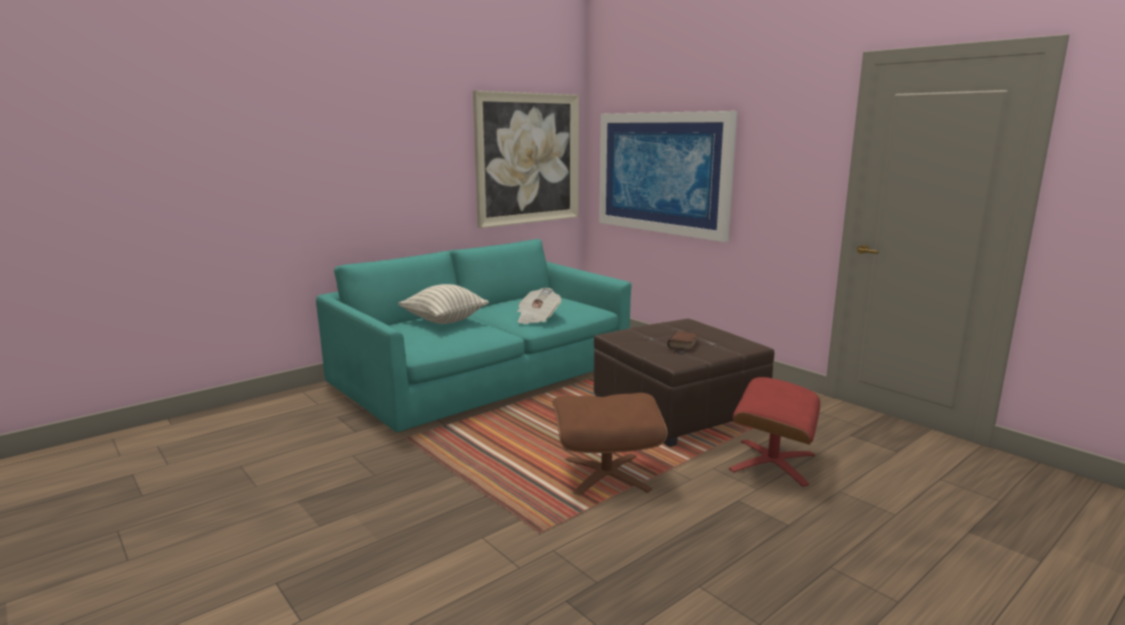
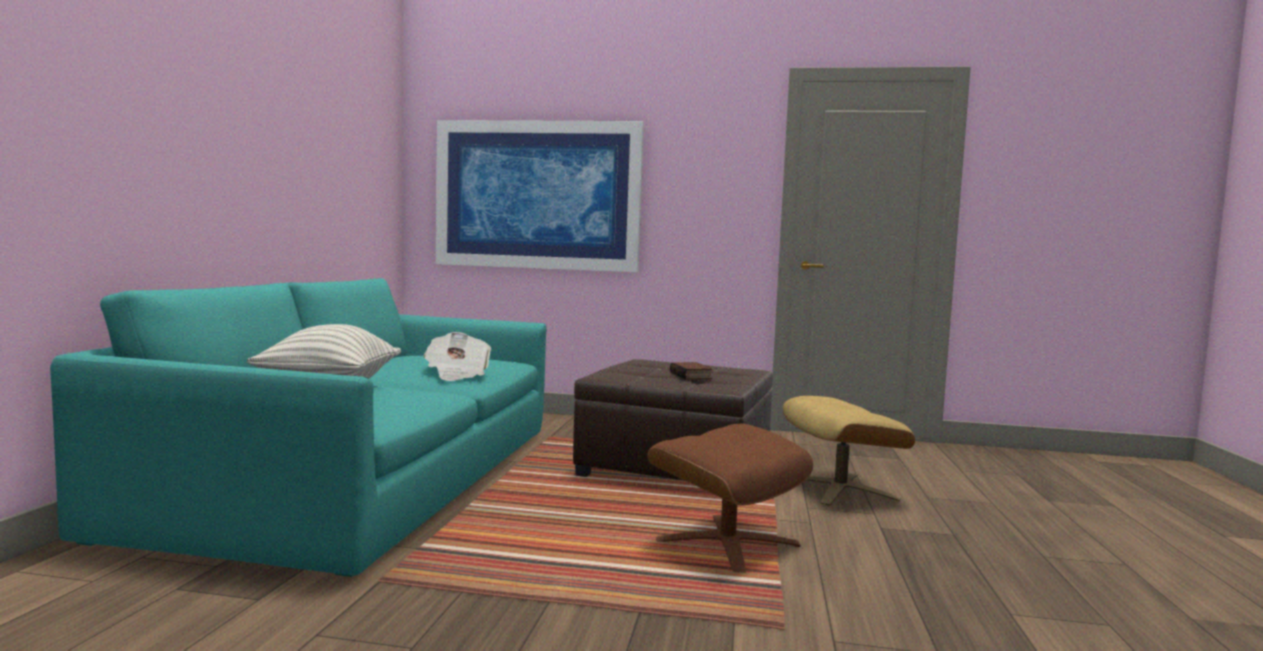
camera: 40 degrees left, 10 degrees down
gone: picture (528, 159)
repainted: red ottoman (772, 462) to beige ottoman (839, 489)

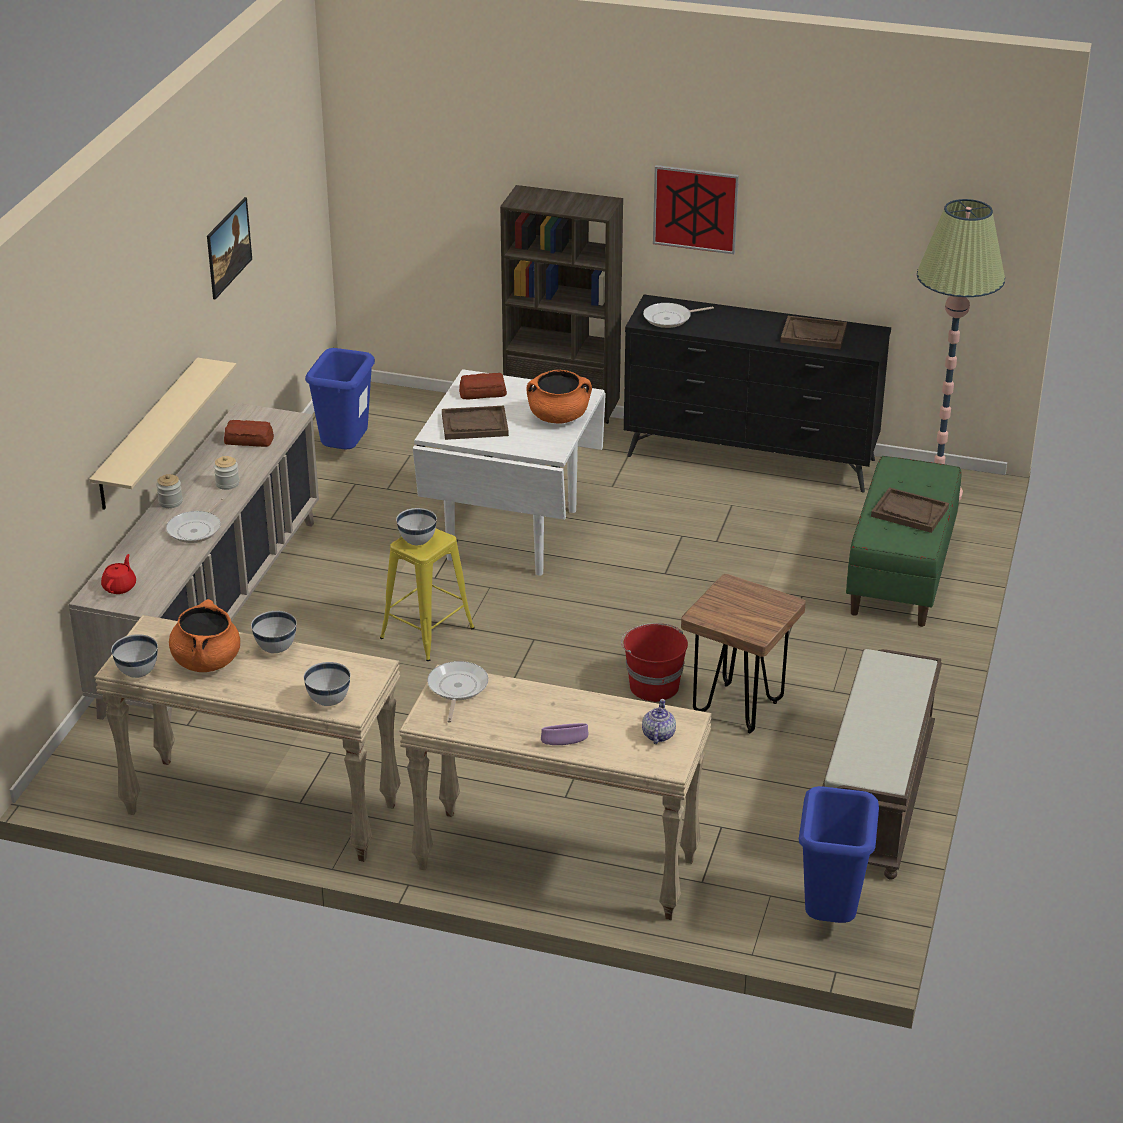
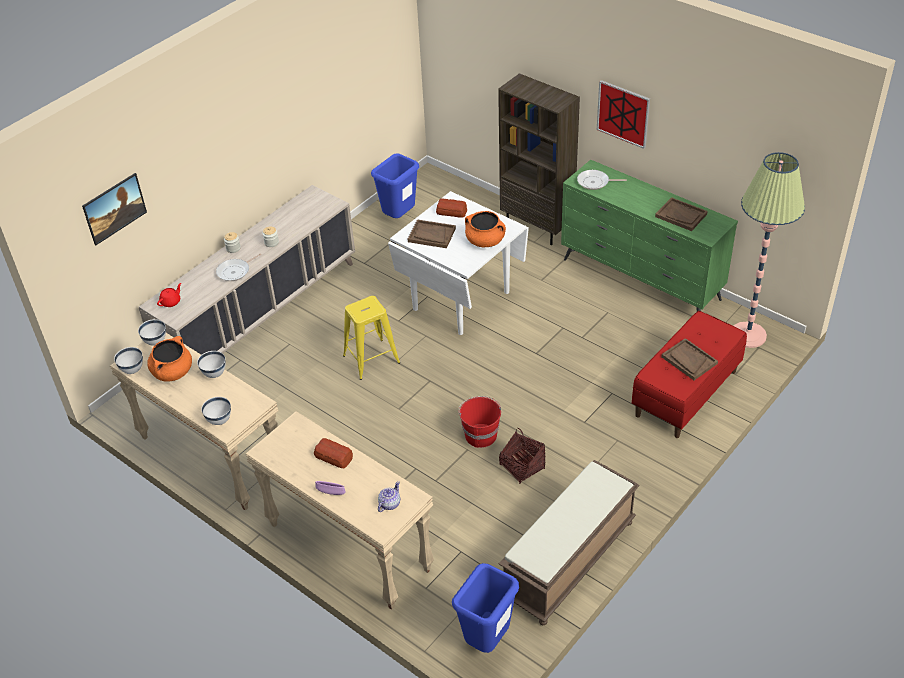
camera: 25 degrees right, 10 degrees up
gone: beige shelf (148, 434); frying pan (457, 688)
shifted: picture (230, 263) to (117, 218); white bowl (417, 542) to (155, 342); bread (249, 440) to (334, 457)
swapped: brown stool (738, 708) to basket (522, 467)
repainted: black dresser (751, 458) to green dresser (641, 280); green bench (901, 574) to red bench (686, 393)

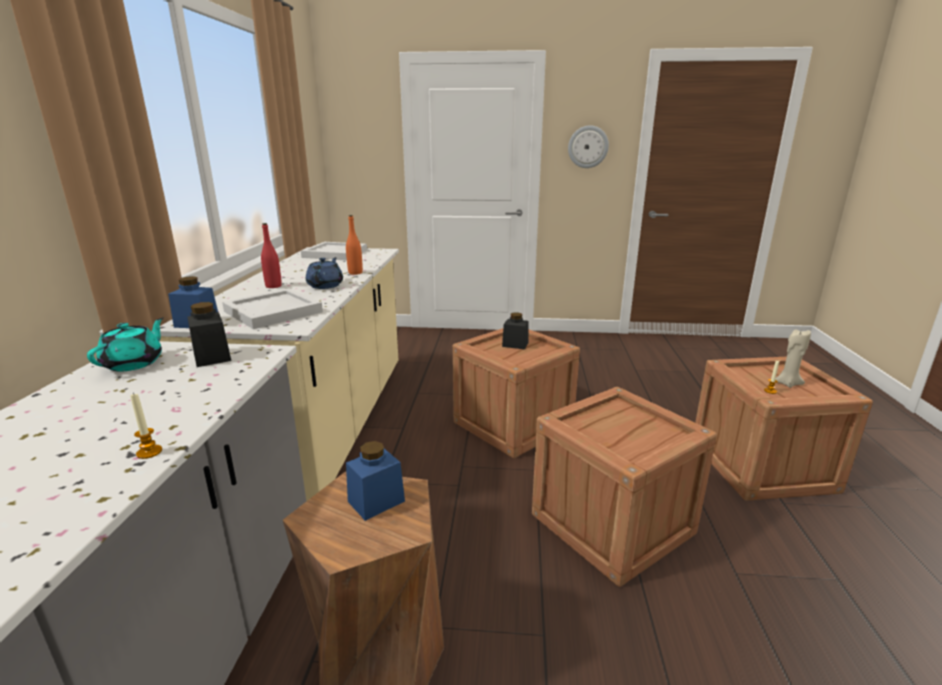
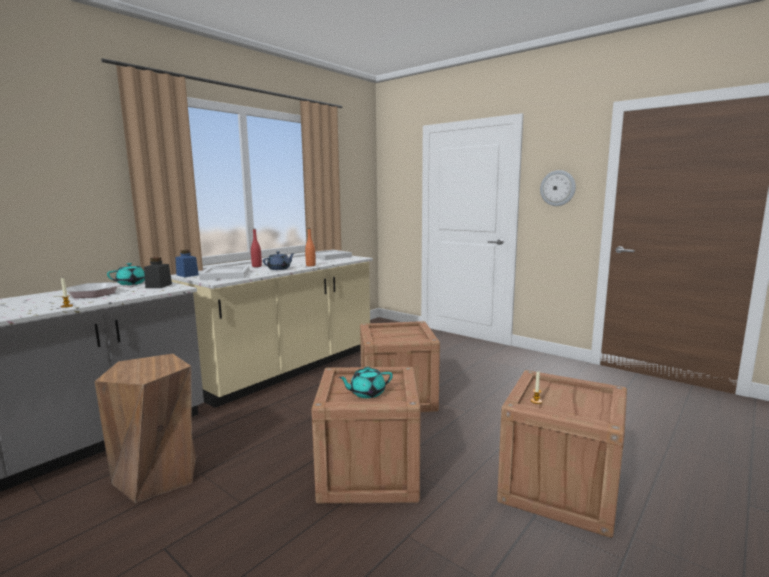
camera: 35 degrees right, 10 degrees down
gone: blue jar (376, 501); black jar (515, 344); beige candle (787, 383)
new: frying pan (96, 294); turquoise teapot (366, 393)

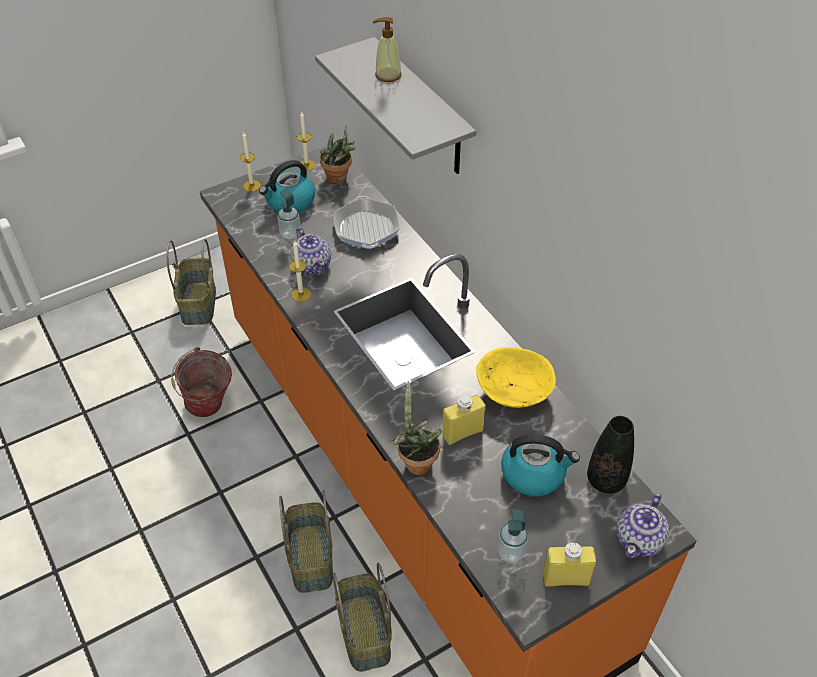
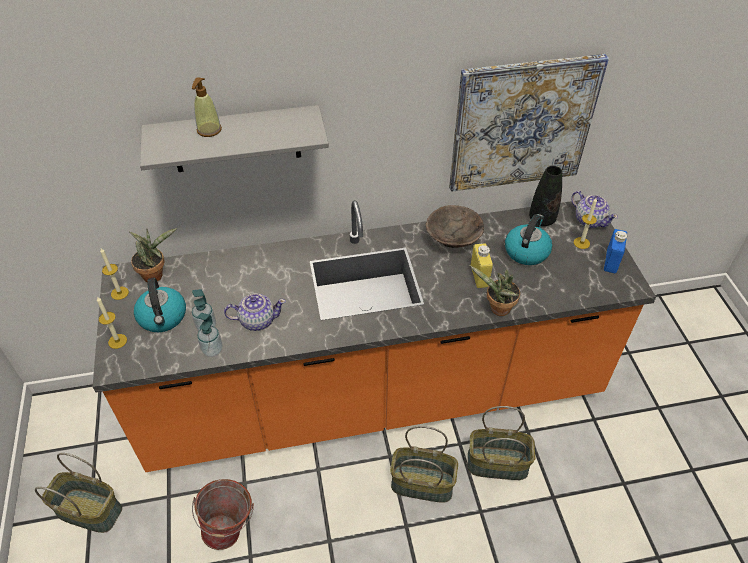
camera: 70 degrees left, 0 degrees up
gone: frying pan (366, 228)
new: picture (522, 124)
shifted: soap dispenser (510, 552) to (212, 350); candle (301, 294) to (581, 243)
repainted: yellow bowl (513, 393) to brown bowl (453, 240); yellow bottle (566, 578) to blue bottle (611, 262)

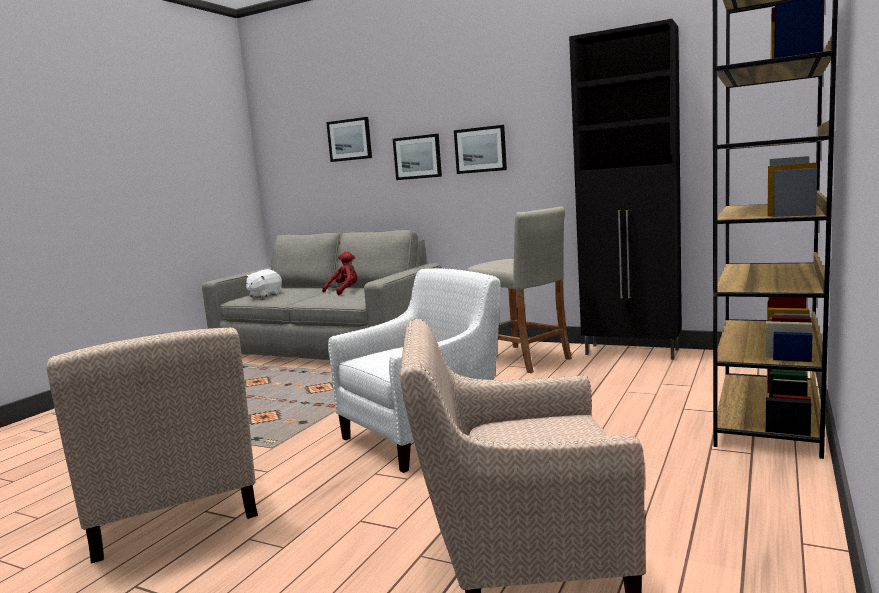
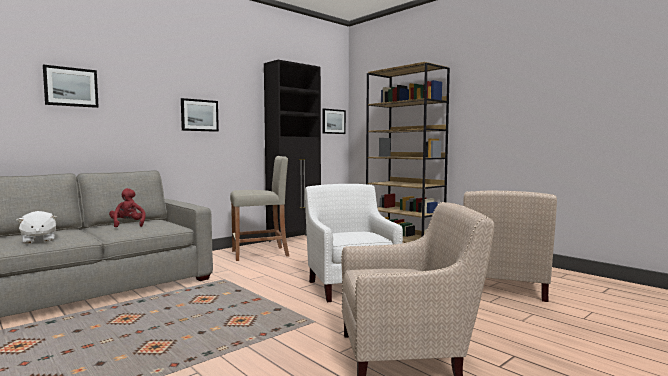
camera: 70 degrees left, 5 degrees down
shifted: picture (417, 157) to (333, 121)

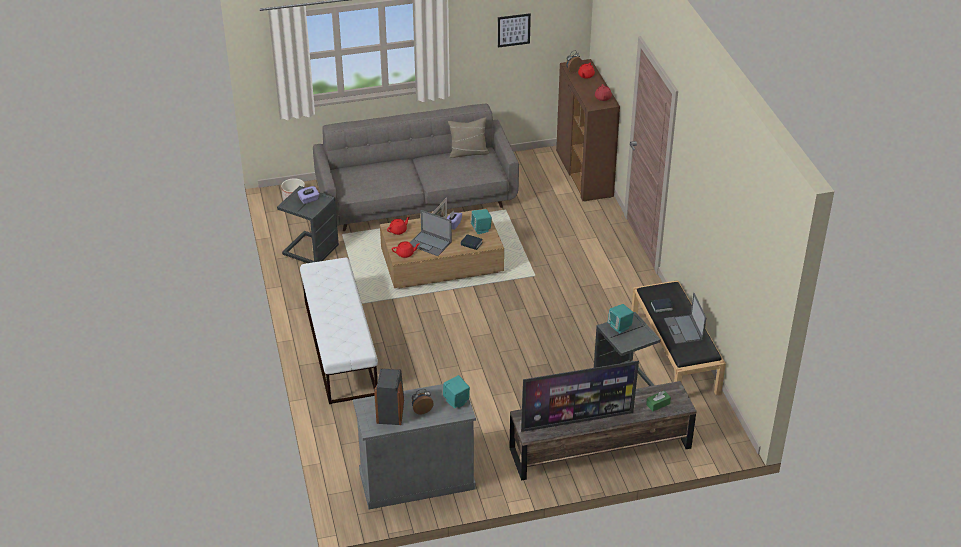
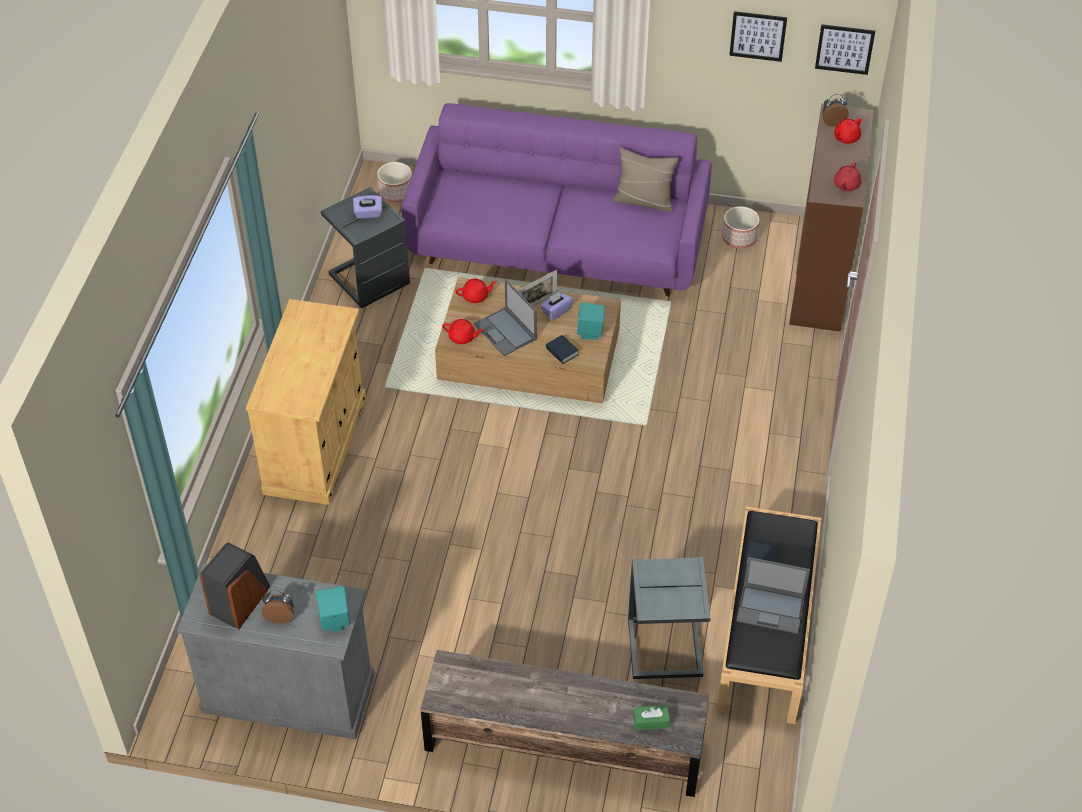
camera: 25 degrees right, 10 degrees up
gone: television (577, 420); turquoise speaker (620, 327)
new: planter (739, 238); picture (844, 49)
swapped: white bench (340, 346) to beige cabinet (316, 445)
repainted: grey sofa (417, 200) to purple sofa (558, 245)
rotated: laptop (684, 330) = (771, 608) 90 degrees counterclockwise

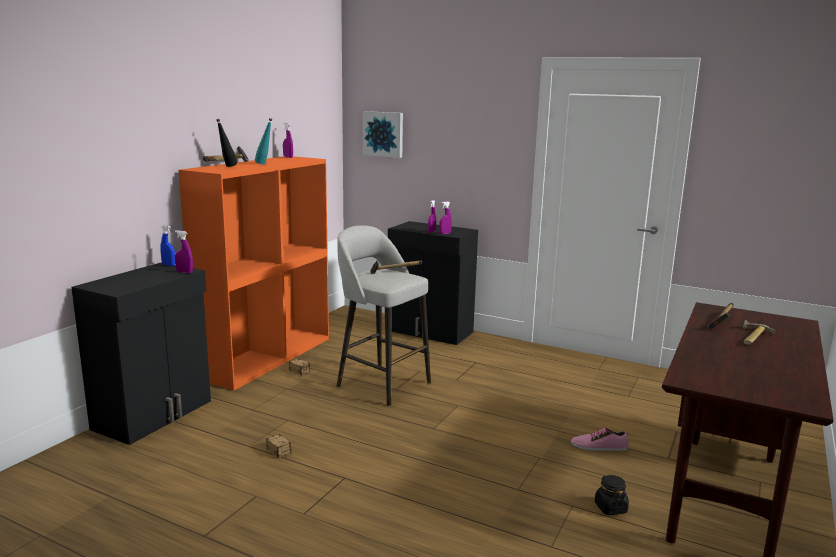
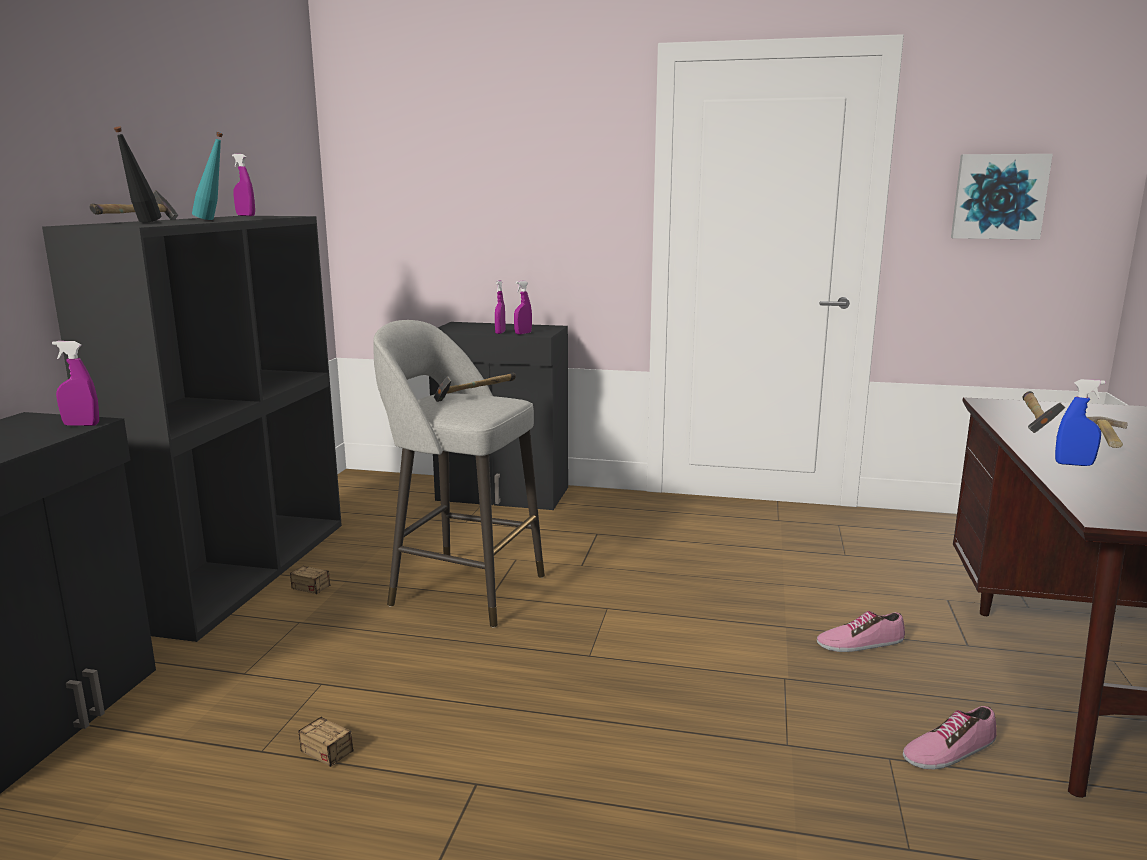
camera: 15 degrees left, 0 degrees up
shifted: picture (383, 134) to (999, 196); blue spray bottle (168, 265) to (1074, 464)
swapped: black jar (610, 508) to shoe (948, 750)
repainted: orange bookcase (266, 357) to black bookcase (241, 570)

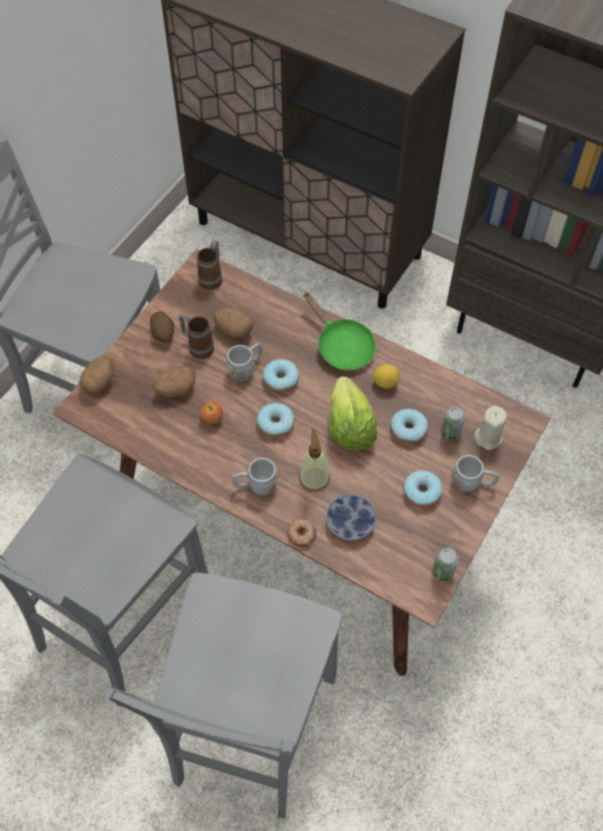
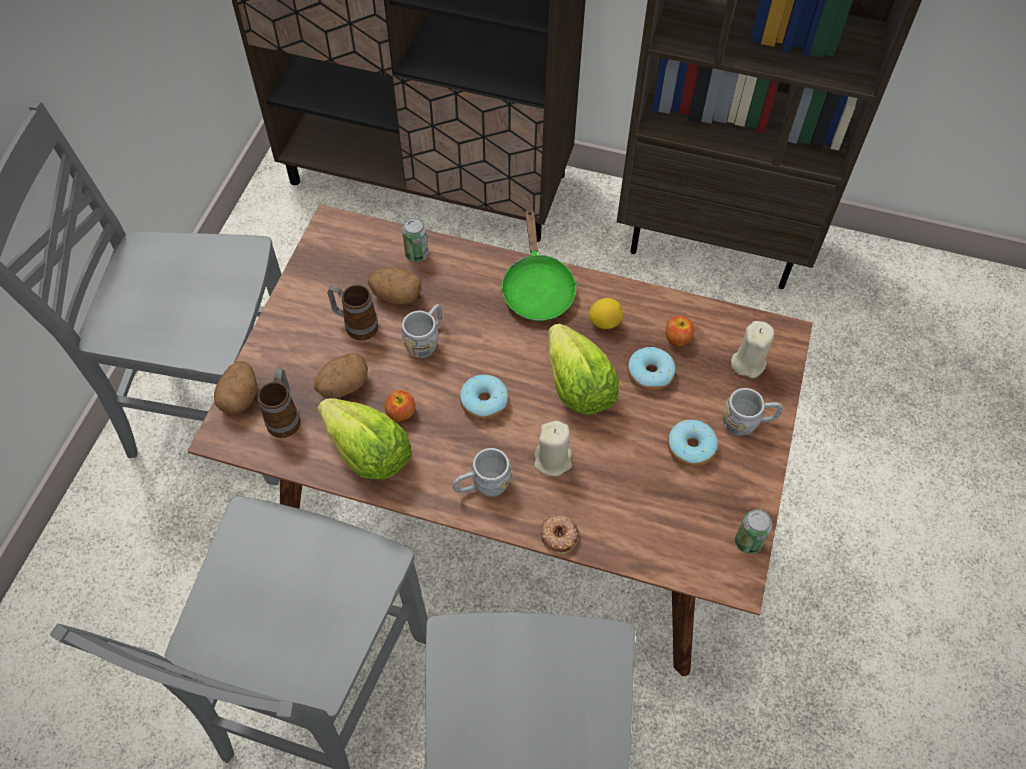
camera: 15 degrees left, 0 degrees up
gone: potato (163, 333); donut (281, 379); bowl (351, 520)
new: lettuce (367, 453); apple (677, 338)
shifted: mug (212, 277) to (285, 417); can (450, 433) to (417, 254)
swapped: soap dispenser (314, 478) to beige candle (553, 460)
rotated: green frying pan (341, 346) = (537, 288) 45 degrees clockwise

